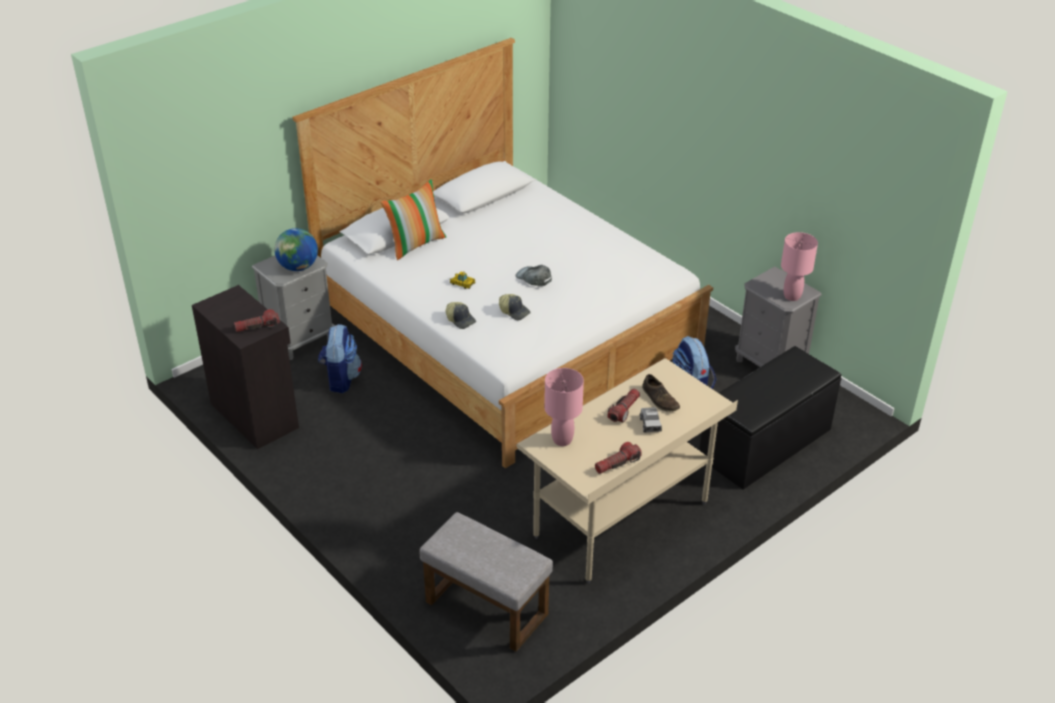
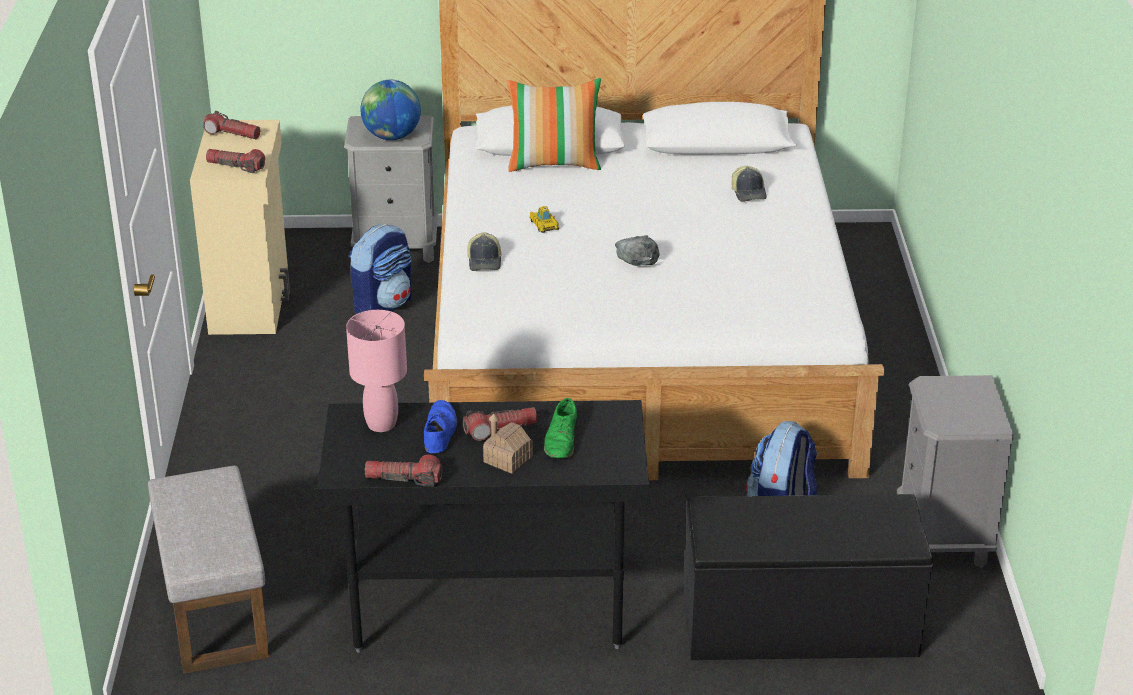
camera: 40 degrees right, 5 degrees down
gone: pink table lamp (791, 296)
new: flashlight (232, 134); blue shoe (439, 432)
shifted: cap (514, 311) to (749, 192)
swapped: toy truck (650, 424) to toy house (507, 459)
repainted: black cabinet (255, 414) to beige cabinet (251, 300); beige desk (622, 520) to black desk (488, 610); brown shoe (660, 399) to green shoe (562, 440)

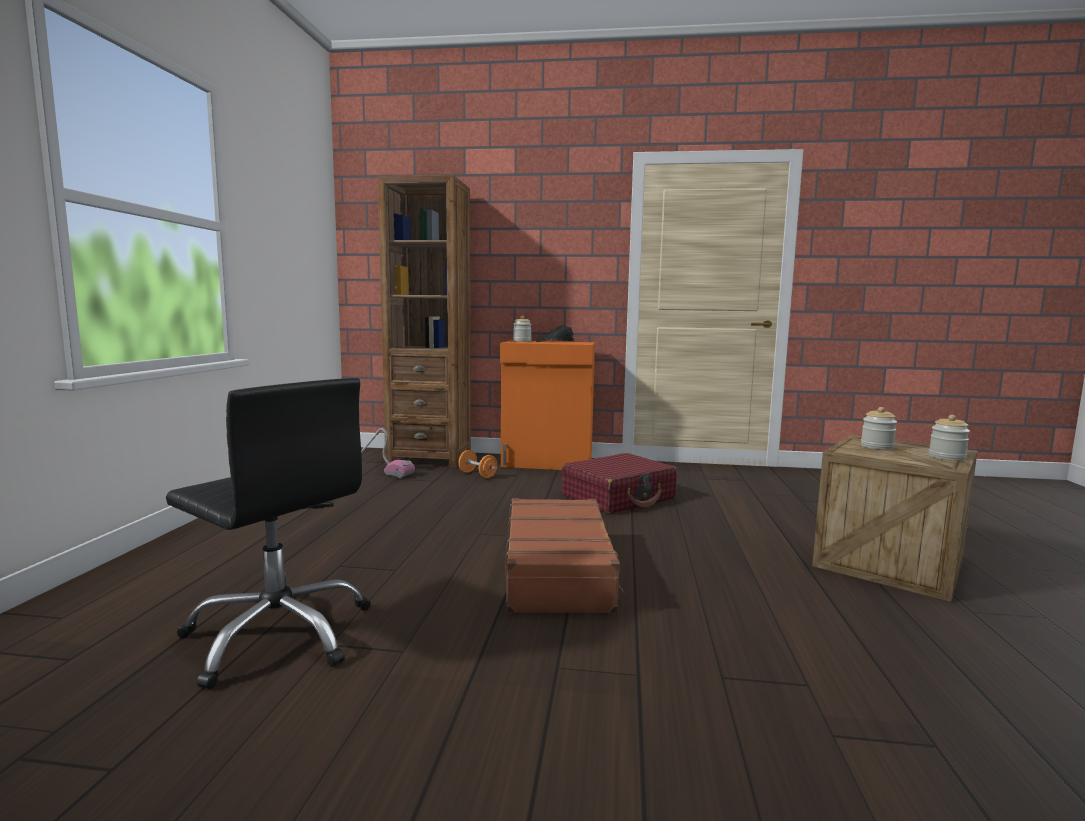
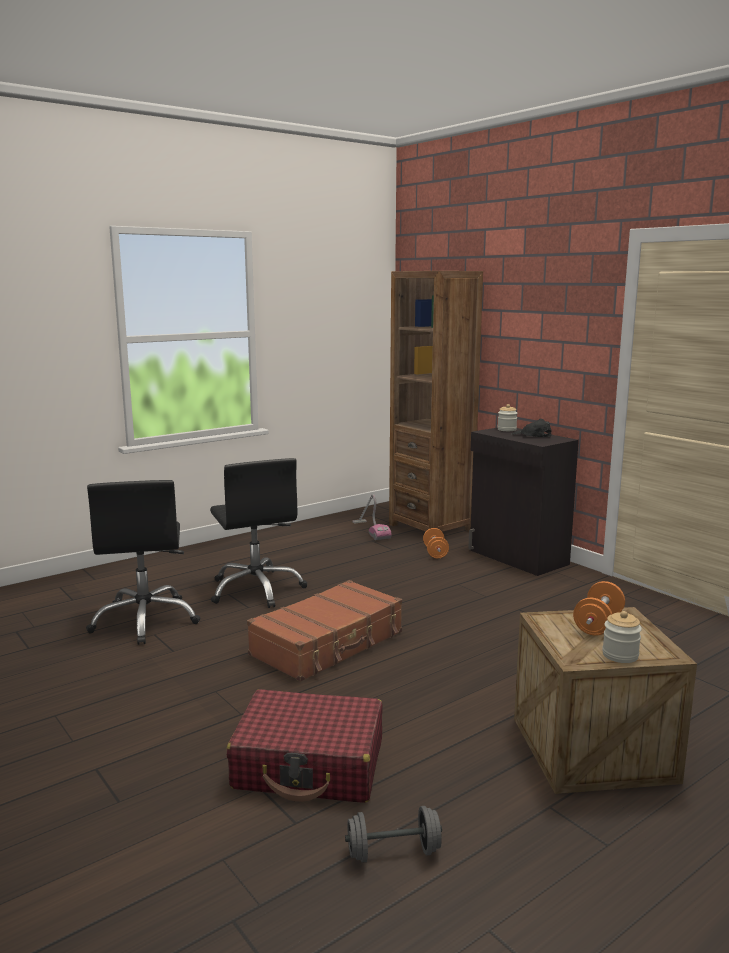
camera: 45 degrees right, 5 degrees up
new: black office chair (256, 589); grey dumbbell (393, 852)
shifted: red suitcase (618, 497) to (310, 765)
swapped: jar (877, 446) to orange dumbbell (598, 625)
repainted: orange cabinet (547, 463) to black cabinet (517, 557)

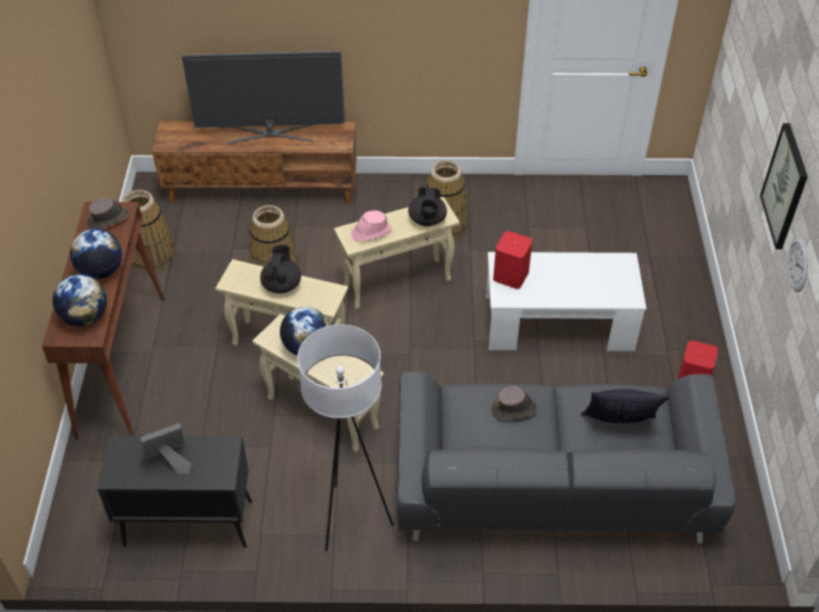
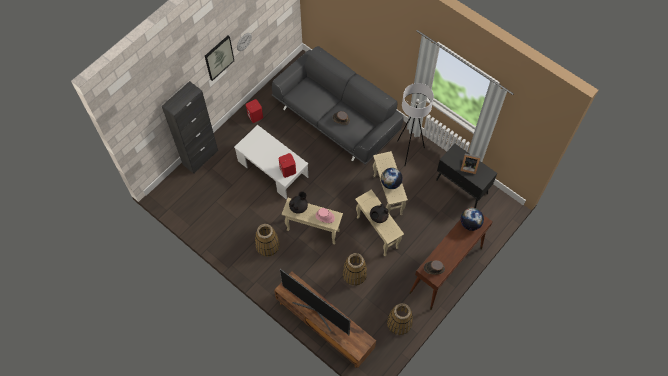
camera: 140 degrees left, 15 degrees up
gone: globe (101, 270); pillow (618, 425)
new: black cabinet (200, 157)

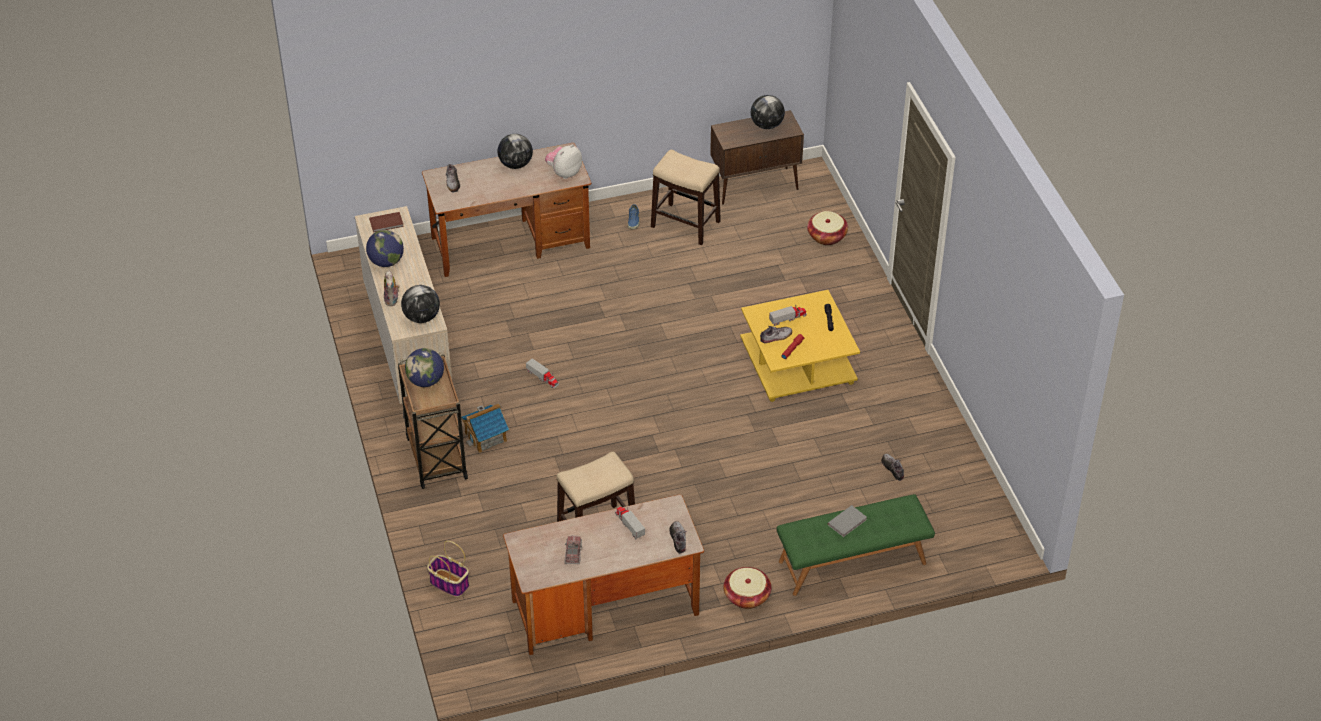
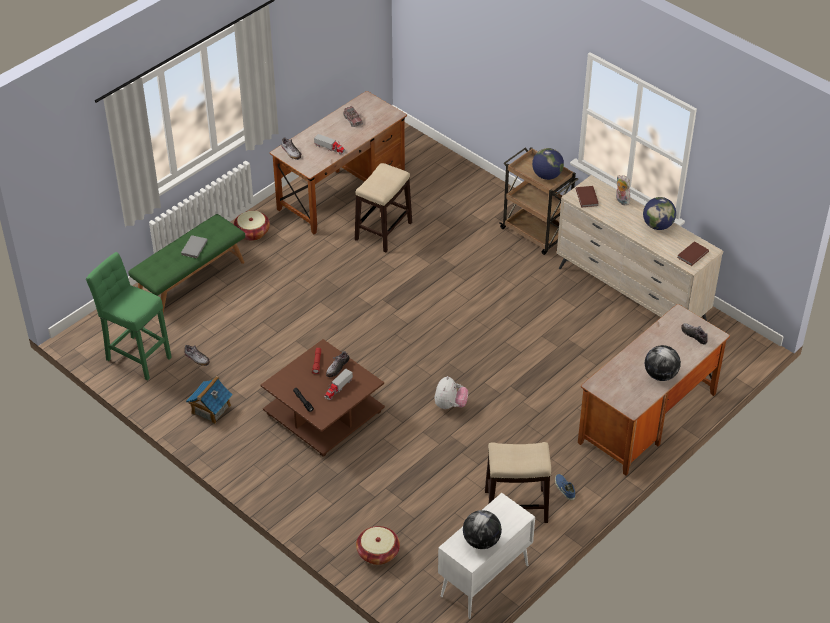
camera: 150 degrees right, 0 degrees up
gone: basket (448, 583); toy truck (543, 377)
new: green stool (136, 356)
shifted: toy house (486, 437) to (210, 409); plush toy (564, 173) to (450, 405)
swapped: globe (421, 317) to brown book (587, 197)
repainted: yellow coffee table (796, 363) to brown coffee table (325, 413); brown cabinet (755, 186) to white cabinet (484, 581)

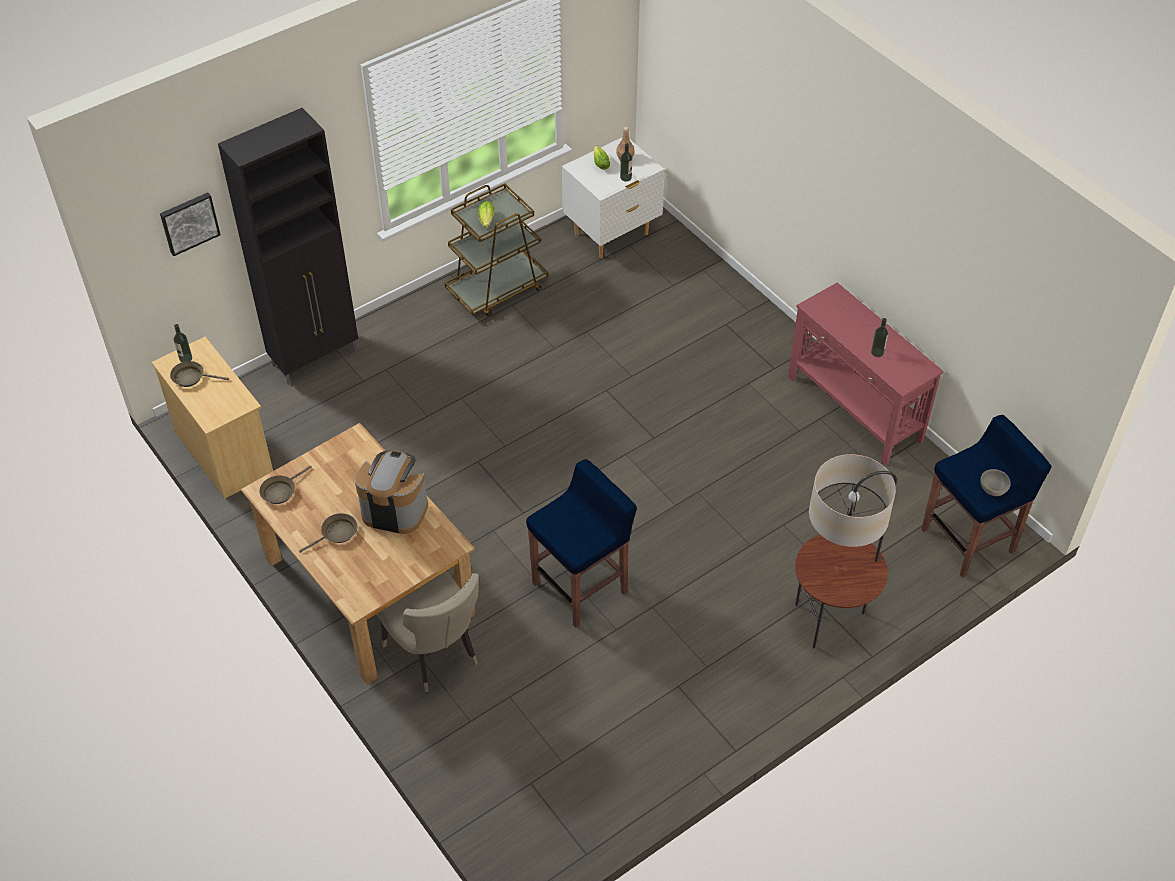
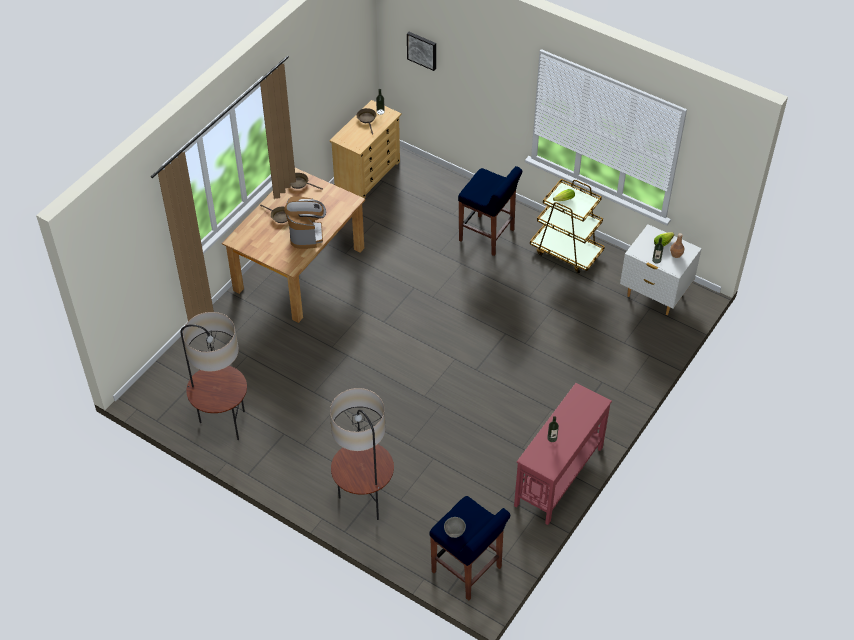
camera: 70 degrees right, 0 degrees up
gone: black cabinet (316, 358); beige chair (435, 654)
new: floor lamp (223, 424)
shifted: blue stool (581, 587) to (487, 236)

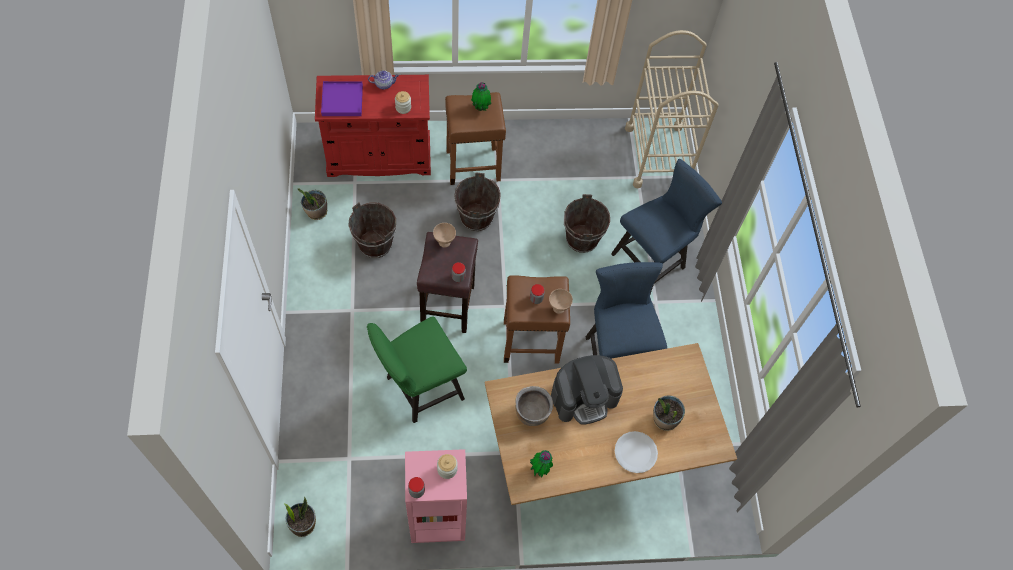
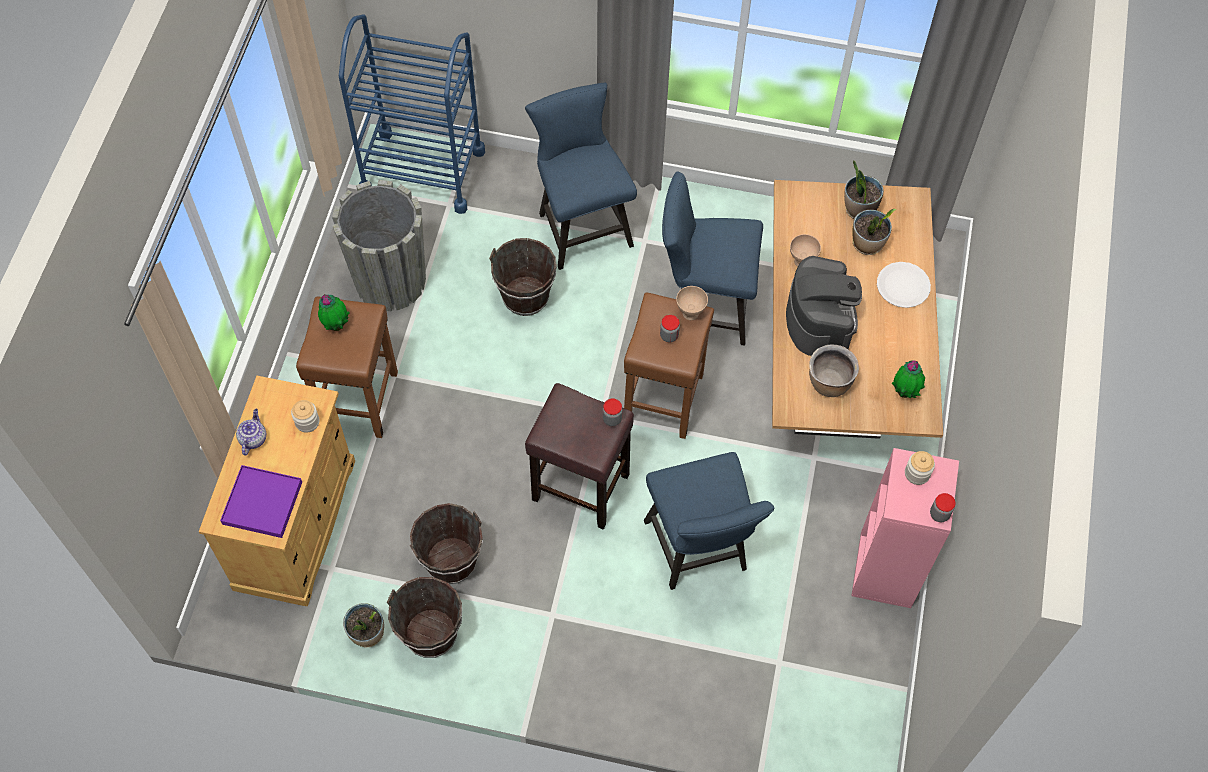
camera: 70 degrees left, 0 degrees up
new: grey planter (390, 281)
shifted: brown bucket (476, 218) to (431, 633); beige bowl (444, 242) to (801, 261); potted plant (303, 524) to (859, 209)
repainted: red cabinet (379, 156) to beige cabinet (296, 524); beige cart (657, 155) to blue cart (423, 171); green chair (419, 390) to blue chair (699, 552)

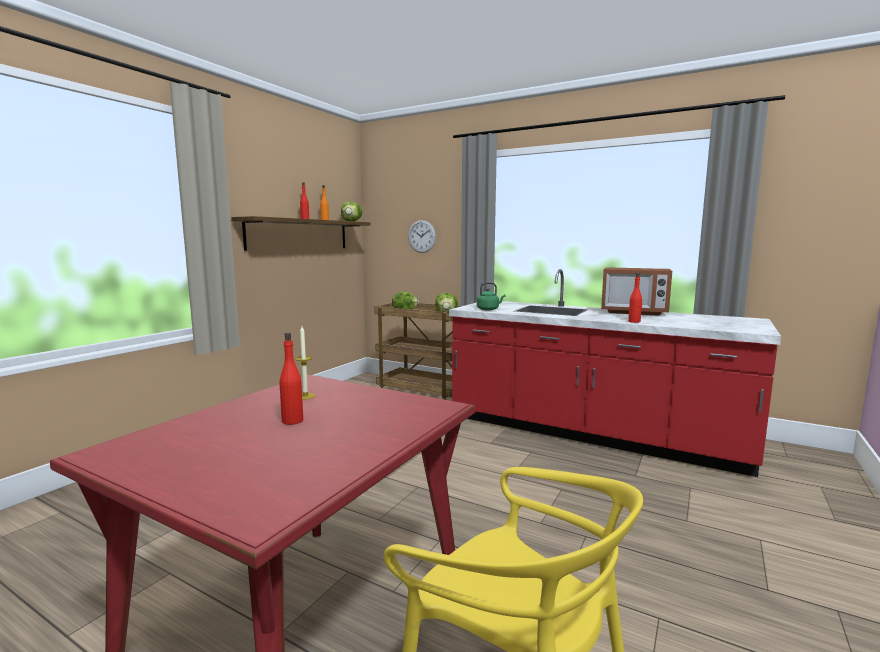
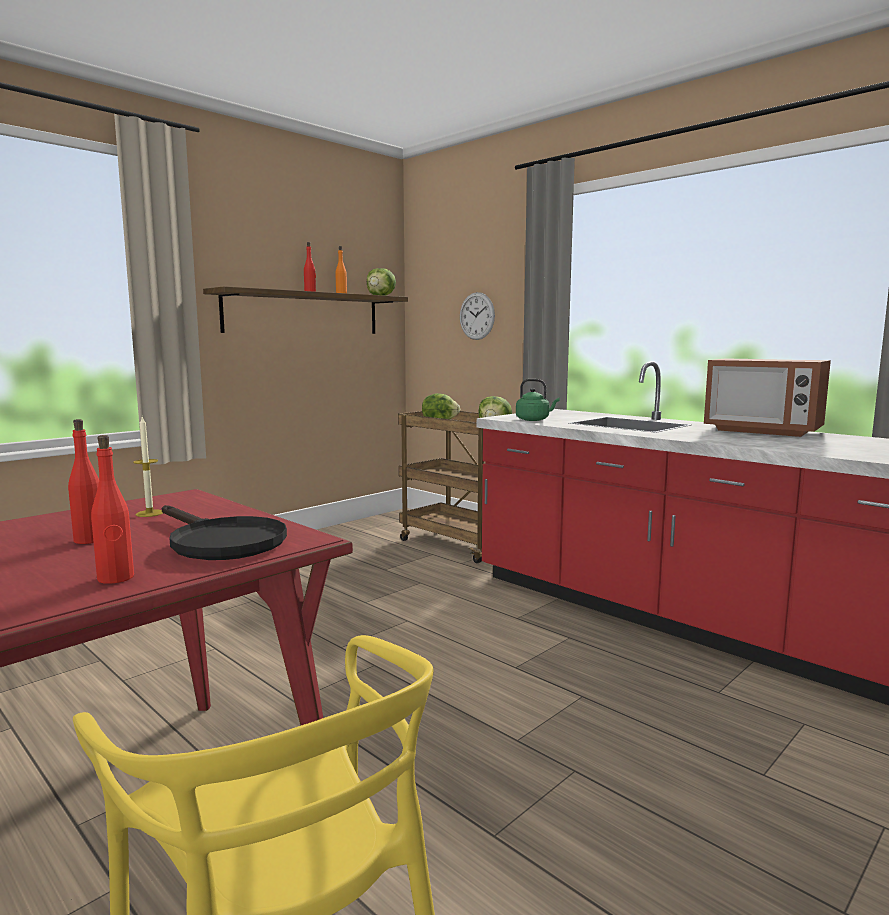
camera: 15 degrees right, 0 degrees up
new: black frying pan (220, 542)
shifted: red bottle (634, 321) to (116, 578)

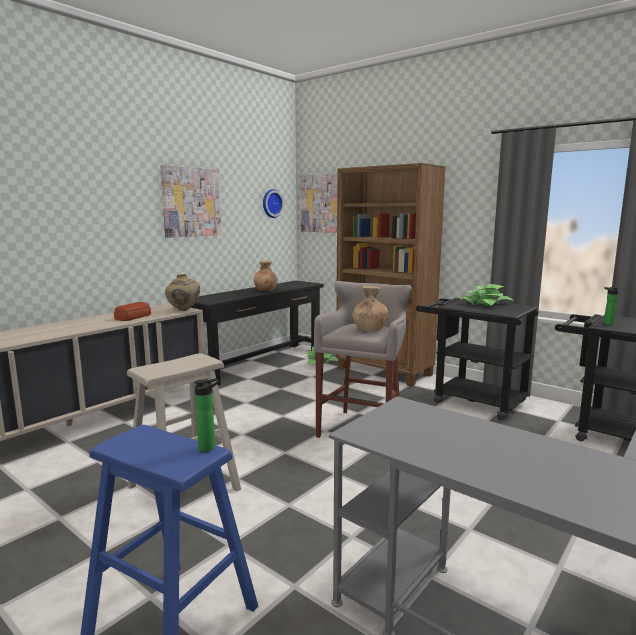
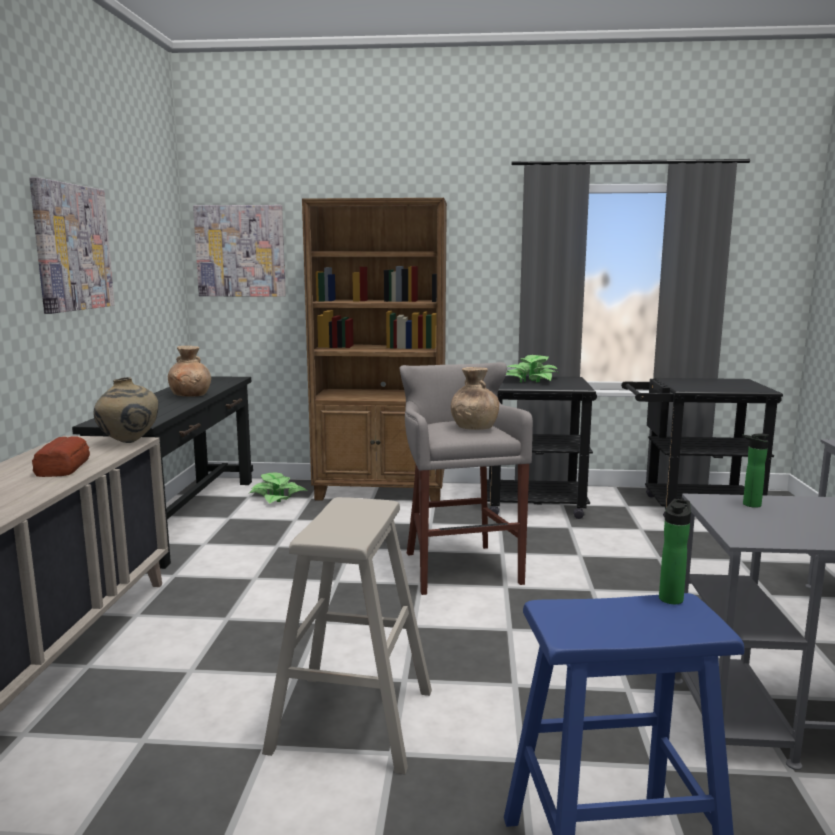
camera: 35 degrees left, 0 degrees up
gone: wall clock (271, 203)
shifted: bottle (606, 324) to (749, 505)

